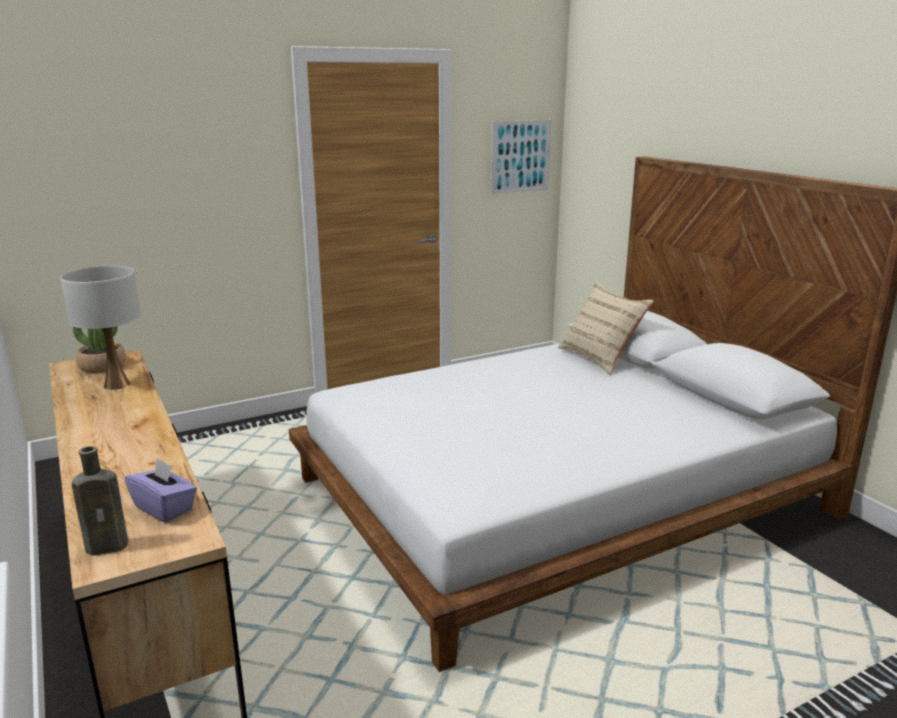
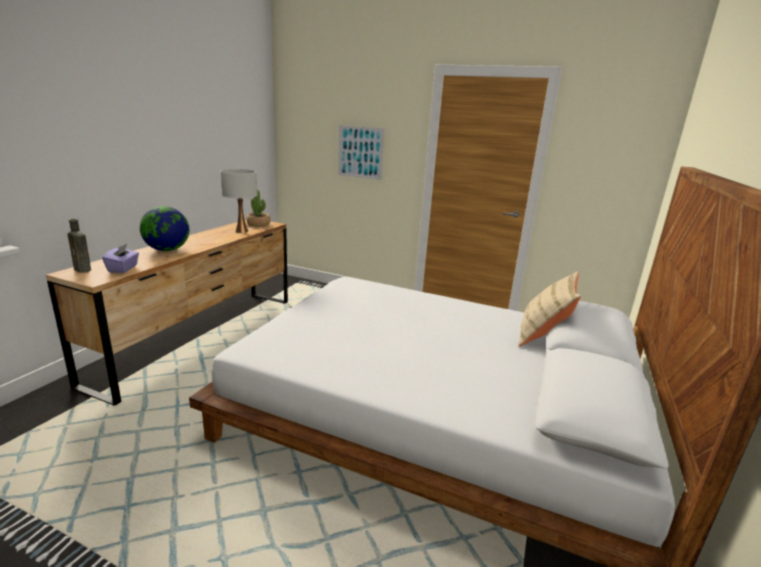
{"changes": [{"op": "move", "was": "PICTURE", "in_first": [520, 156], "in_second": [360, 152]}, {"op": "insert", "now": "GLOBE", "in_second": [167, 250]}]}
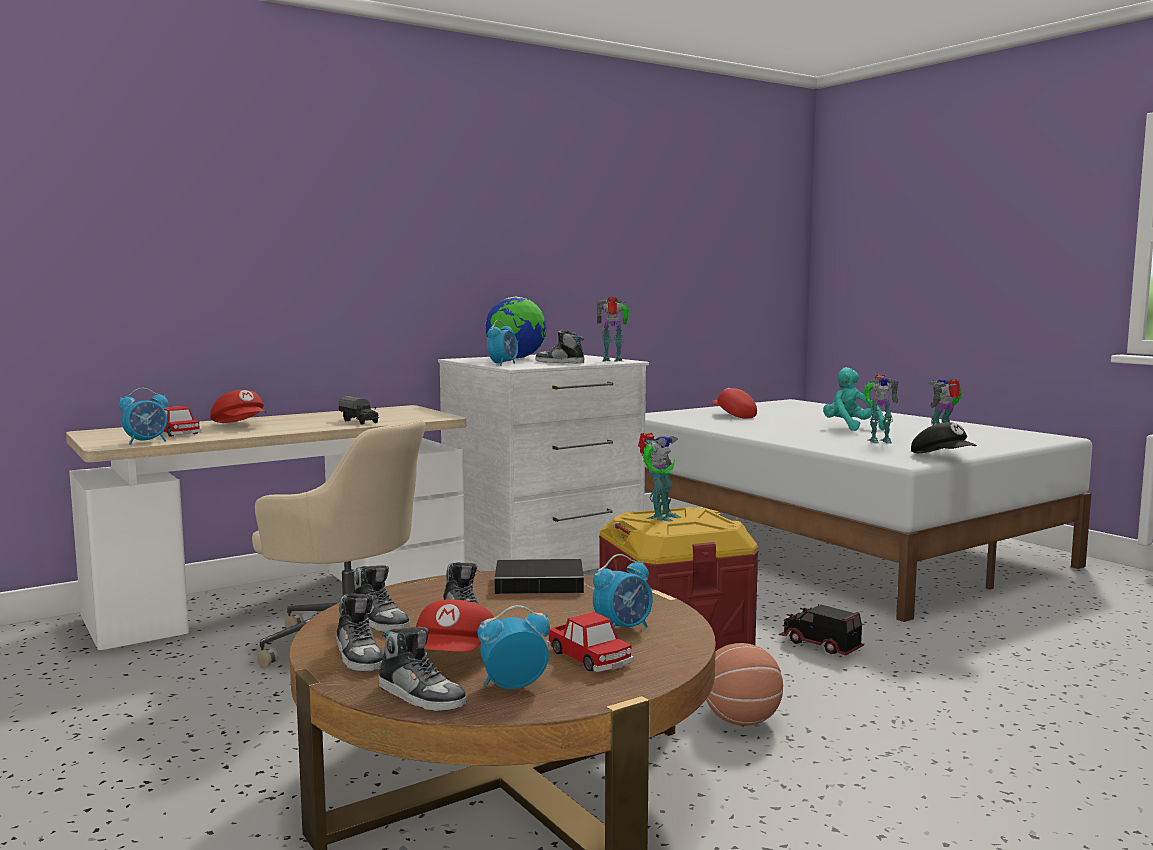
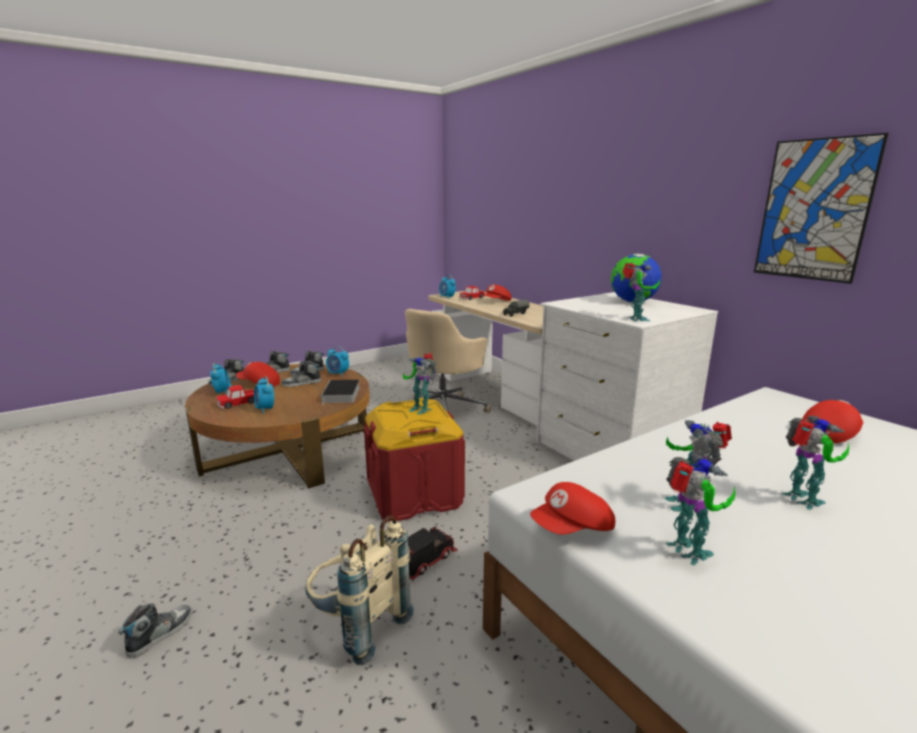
{"changes": [{"op": "move", "was": "ALARM CLOCK", "in_first": [503, 364], "in_second": [338, 374]}, {"op": "move", "was": "SHOE", "in_first": [559, 362], "in_second": [160, 634]}, {"op": "replace", "was": "TURQUOISE PLUSH TOY", "now": "TOY ROBOT", "in_first": [850, 428], "in_second": [802, 500]}, {"op": "recolor", "was": "BLACK CAP", "now": "RED CAP", "in_first": [943, 457], "in_second": [573, 529]}, {"op": "delete", "was": "BASKETBALL", "in_first": [741, 720]}, {"op": "insert", "now": "PICTURE", "in_second": [814, 210]}, {"op": "insert", "now": "BEIGE BACKPACK", "in_second": [357, 626]}]}
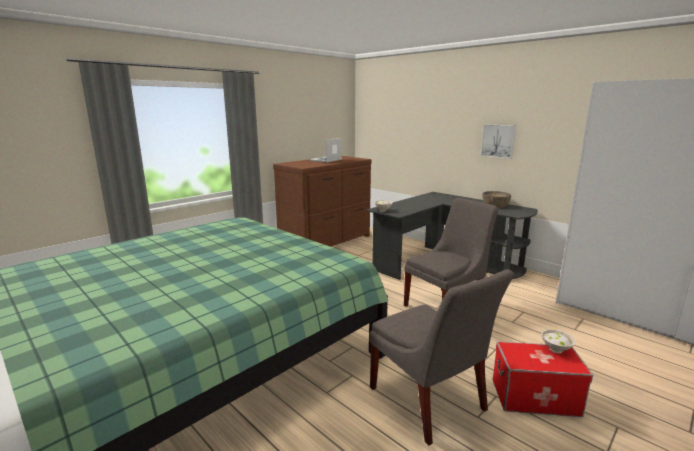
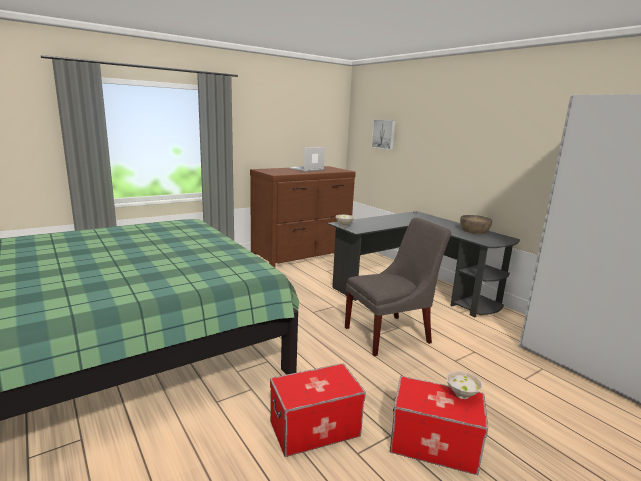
{"changes": [{"op": "move", "was": "PICTURE", "in_first": [498, 141], "in_second": [384, 134]}, {"op": "replace", "was": "GREY CHAIR", "now": "STORAGE BOX", "in_first": [429, 402], "in_second": [314, 429]}]}
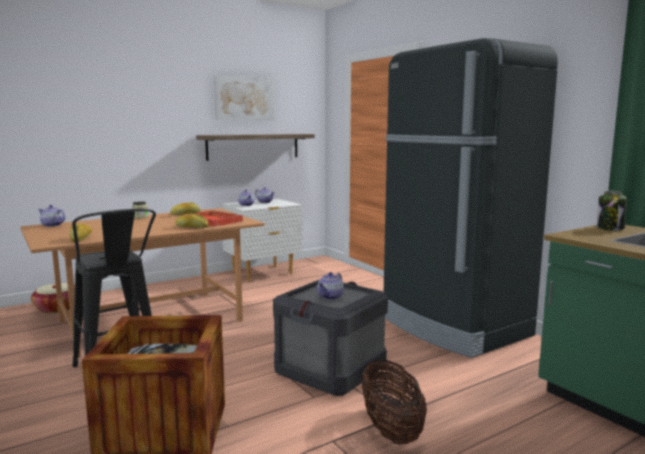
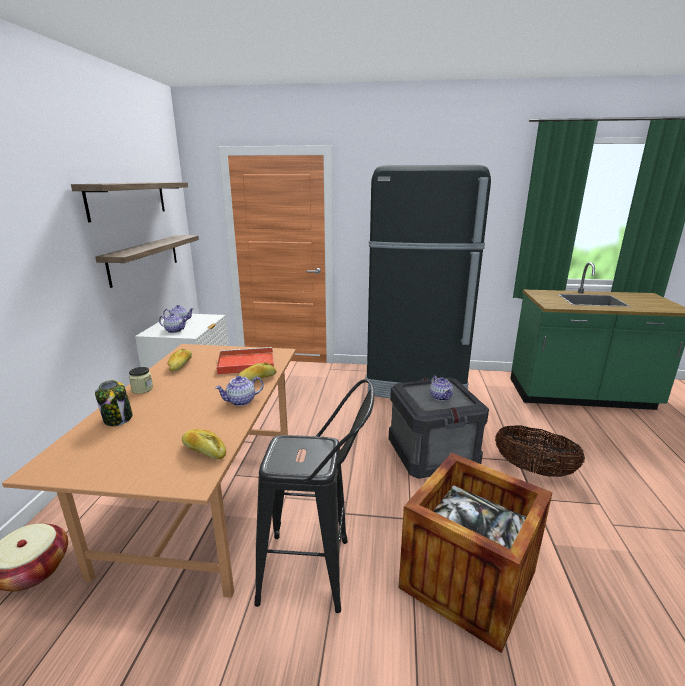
{"changes": [{"op": "replace", "was": "PICTURE", "now": "SHELF", "in_first": [244, 98], "in_second": [128, 199]}, {"op": "move", "was": "JAR", "in_first": [610, 228], "in_second": [118, 419]}, {"op": "move", "was": "TEAPOT", "in_first": [52, 225], "in_second": [241, 401]}]}
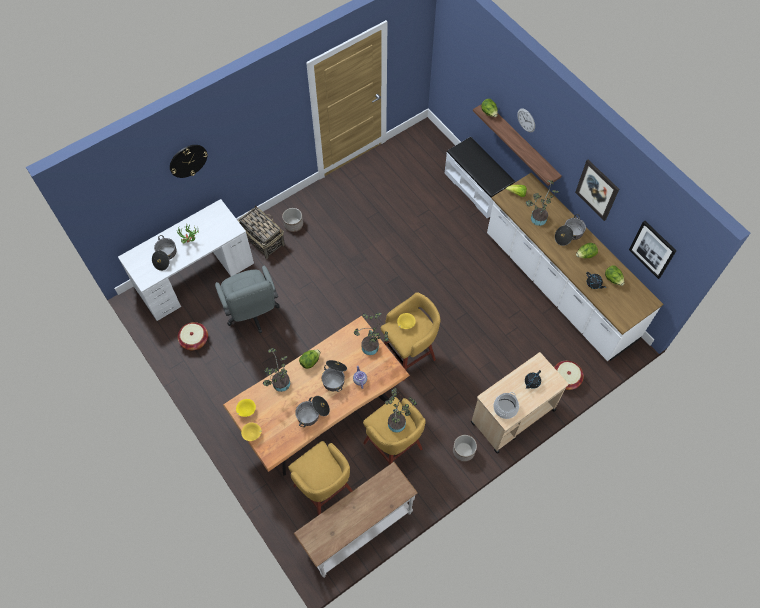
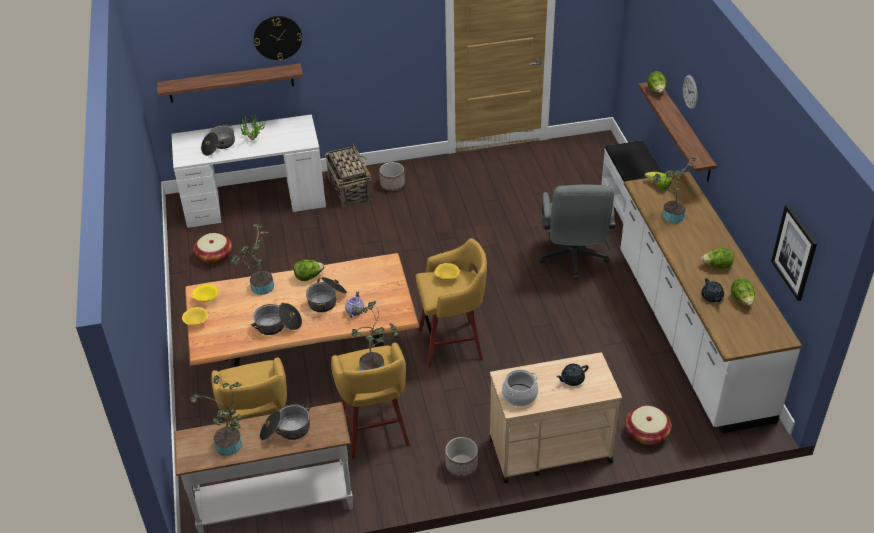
{"changes": [{"op": "delete", "was": "PICTURE", "in_first": [597, 190]}, {"op": "move", "was": "COOKING POT", "in_first": [569, 235], "in_second": [286, 430]}, {"op": "move", "was": "GREY OFFICE CHAIR", "in_first": [253, 314], "in_second": [573, 260]}, {"op": "move", "was": "POTTED PLANT", "in_first": [372, 348], "in_second": [231, 447]}, {"op": "insert", "now": "SHELF", "in_second": [231, 83]}]}
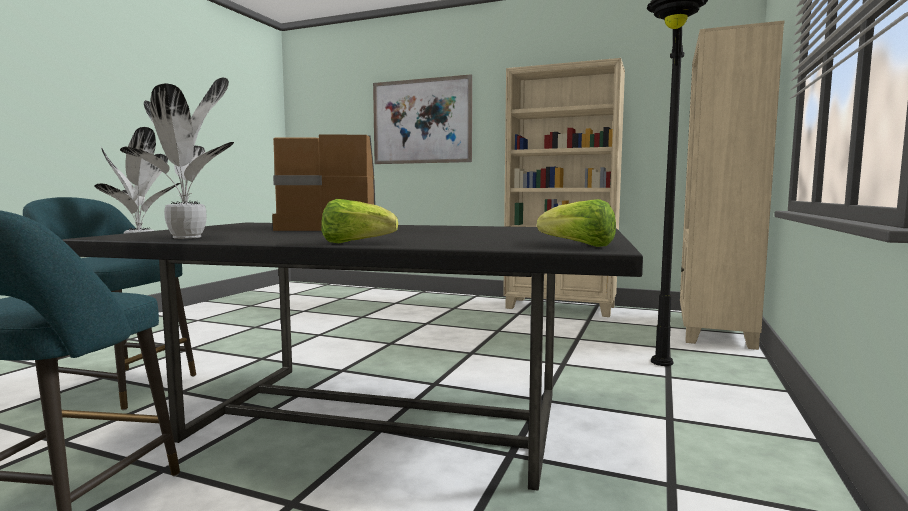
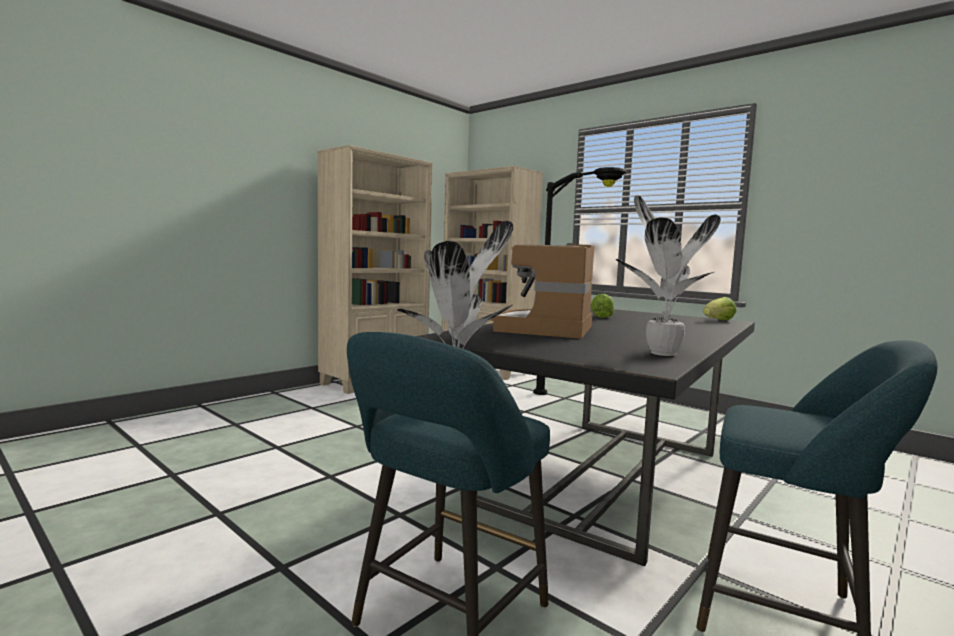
{"changes": [{"op": "delete", "was": "PICTURE", "in_first": [421, 121]}, {"op": "move", "was": "LETTUCE", "in_first": [355, 243], "in_second": [603, 316]}]}
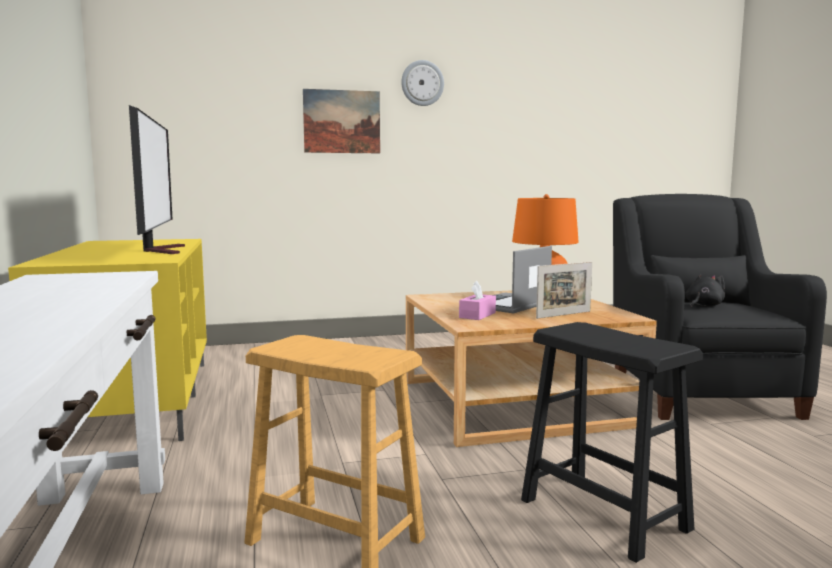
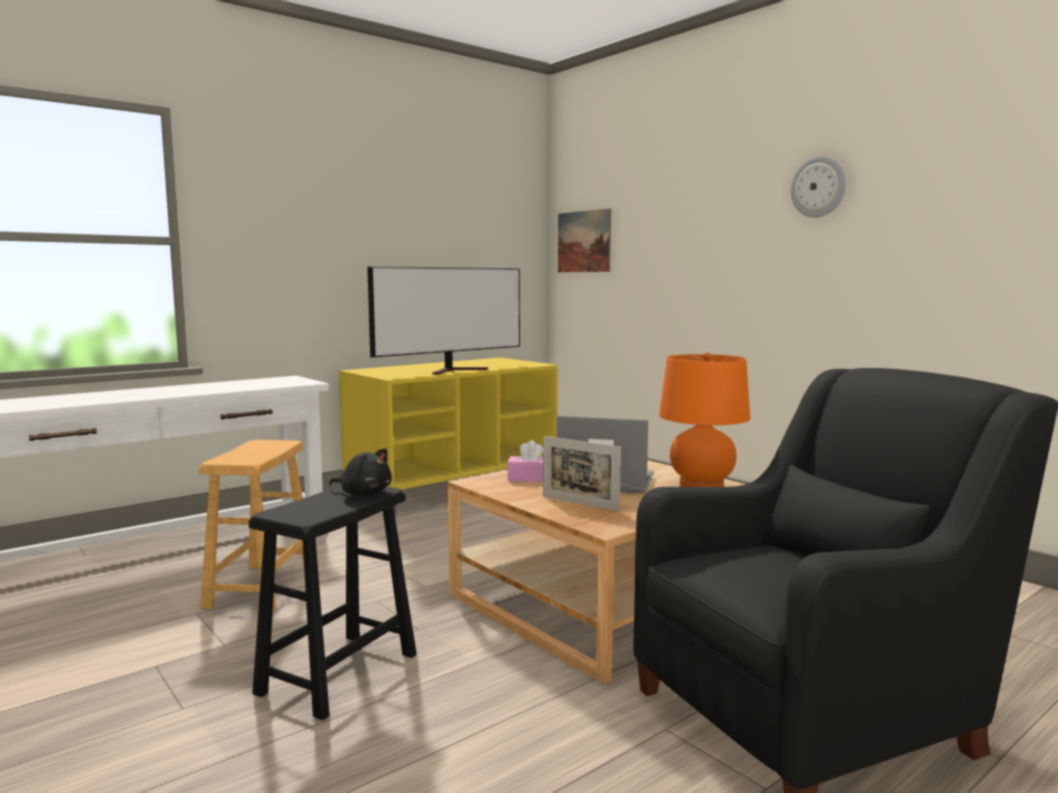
{"changes": [{"op": "move", "was": "PICTURE", "in_first": [342, 121], "in_second": [584, 241]}, {"op": "move", "was": "BLACK PLUSH TOY", "in_first": [703, 306], "in_second": [364, 493]}]}
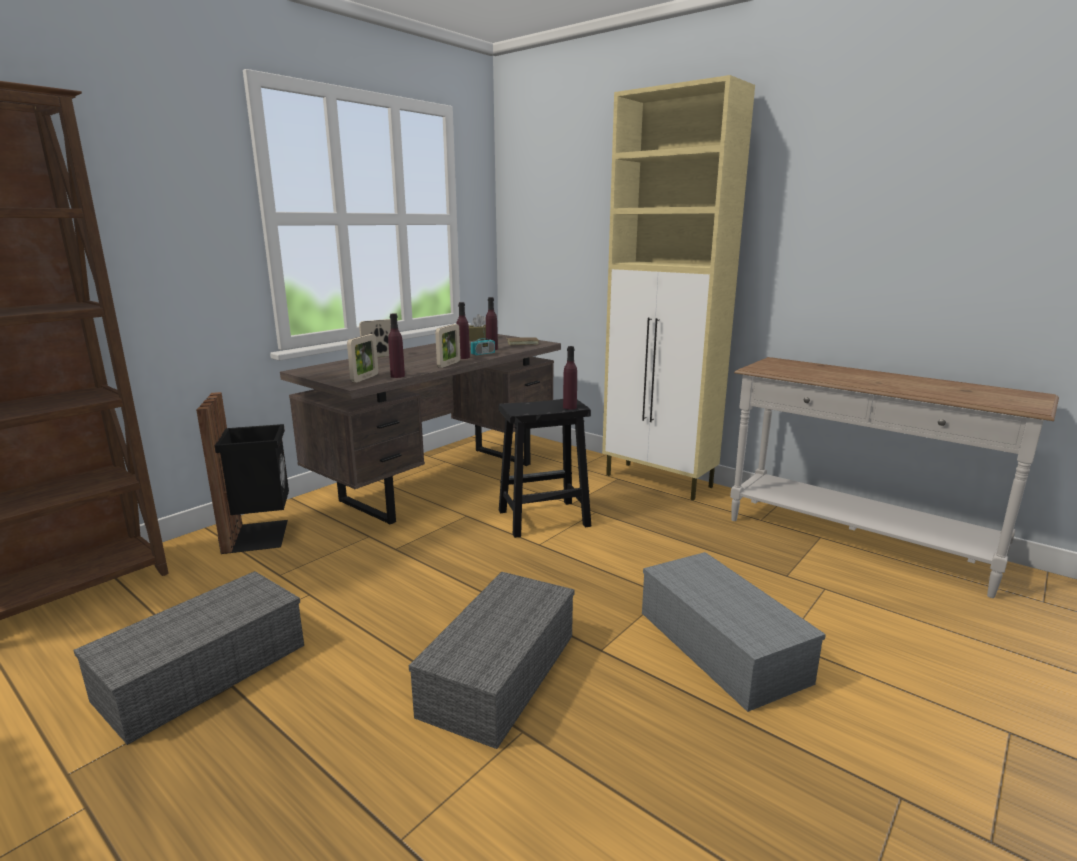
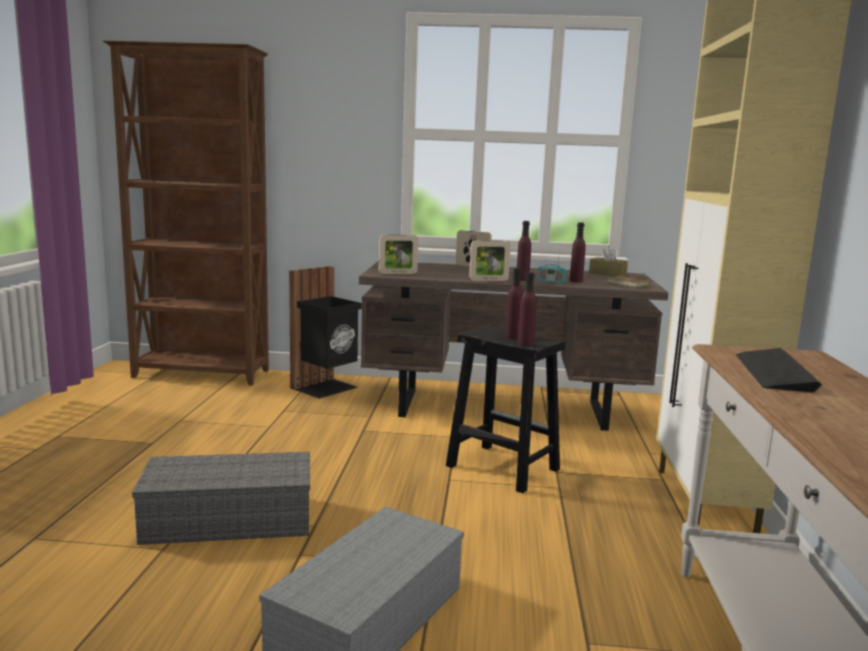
{"changes": [{"op": "move", "was": "PURPLE BOTTLE", "in_first": [397, 376], "in_second": [513, 336]}, {"op": "delete", "was": "GREY STORAGE BOX", "in_first": [205, 669]}, {"op": "insert", "now": "KEYBOARD", "in_second": [774, 372]}]}
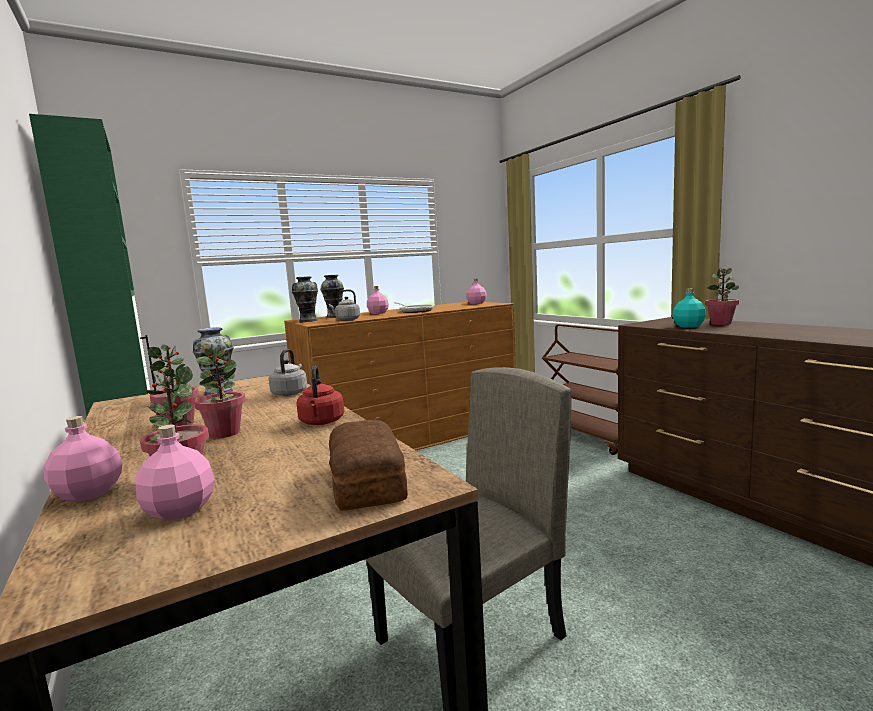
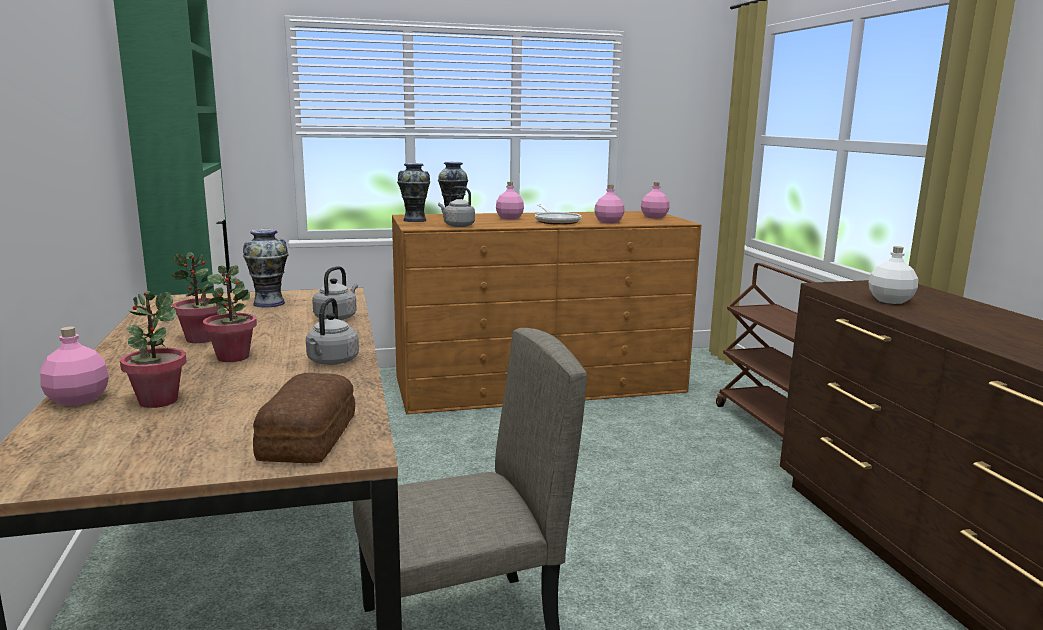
{"changes": [{"op": "delete", "was": "POTTED PLANT", "in_first": [721, 323]}, {"op": "recolor", "was": "TURQUOISE BOTTLE", "now": "WHITE BOTTLE", "in_first": [688, 326], "in_second": [890, 301]}, {"op": "recolor", "was": "RED KETTLE", "now": "GREY KETTLE", "in_first": [321, 422], "in_second": [331, 362]}, {"op": "move", "was": "PINK BOTTLE", "in_first": [181, 510], "in_second": [609, 222]}]}
